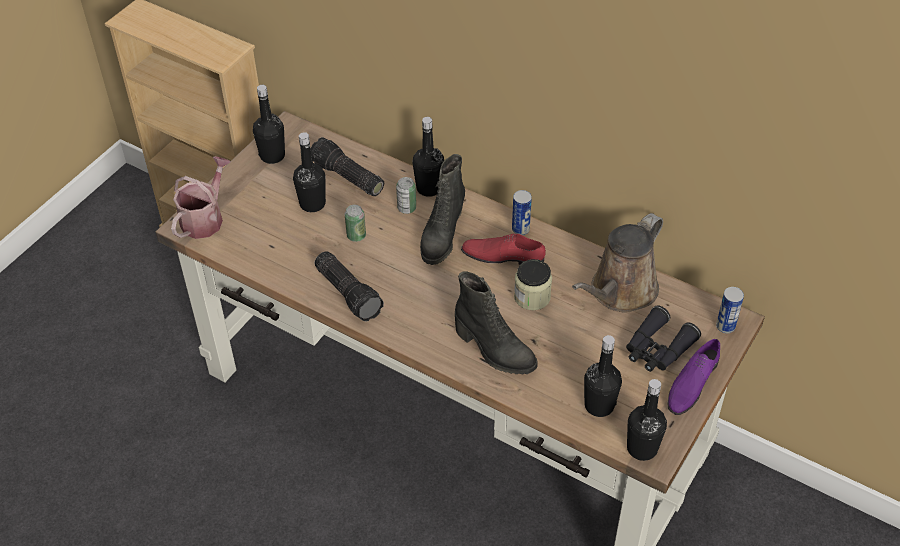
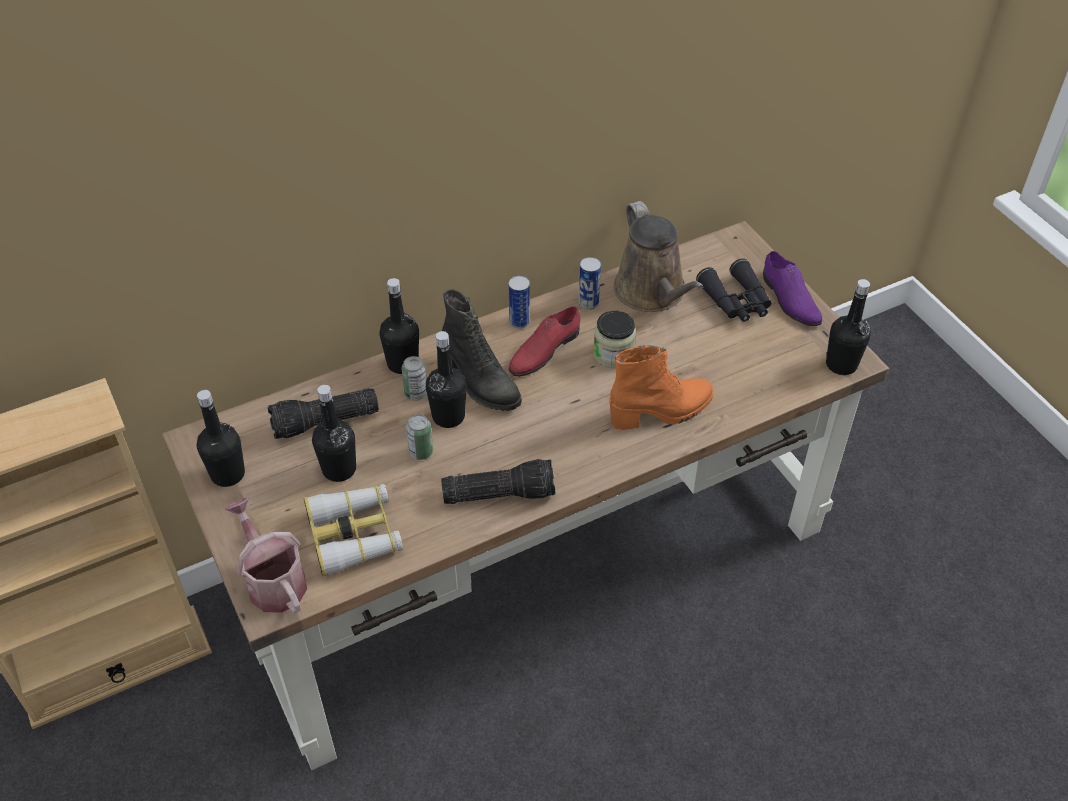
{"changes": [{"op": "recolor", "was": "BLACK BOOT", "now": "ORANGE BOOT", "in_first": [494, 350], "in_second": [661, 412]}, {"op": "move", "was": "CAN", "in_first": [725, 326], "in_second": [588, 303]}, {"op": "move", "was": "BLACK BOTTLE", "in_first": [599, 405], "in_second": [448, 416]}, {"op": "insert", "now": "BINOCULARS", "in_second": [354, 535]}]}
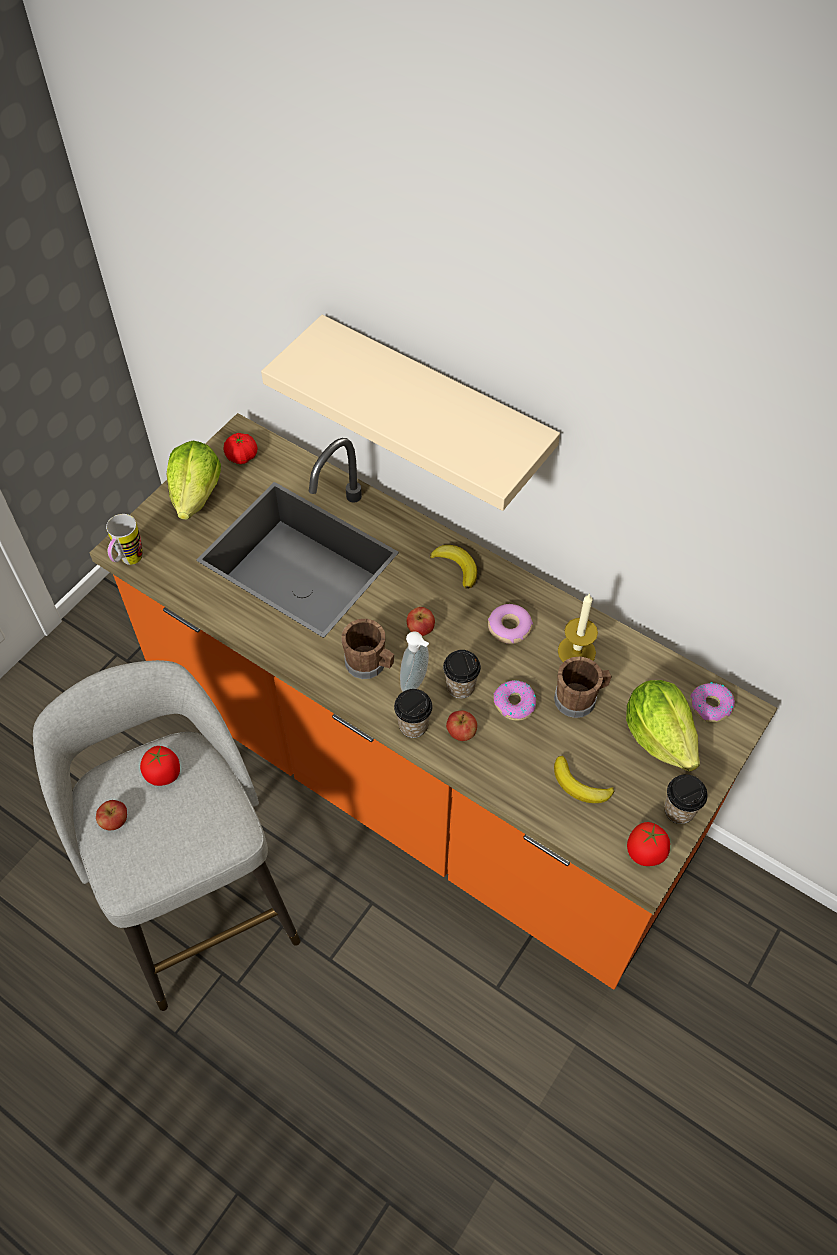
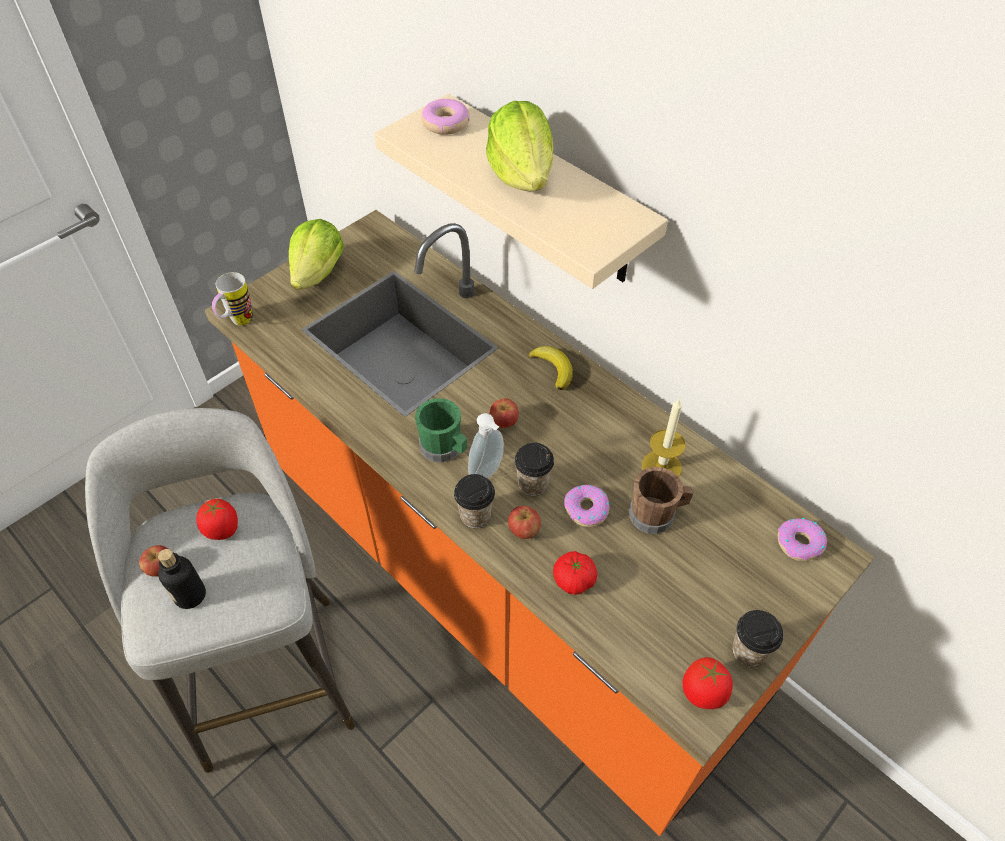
{"changes": [{"op": "move", "was": "TOMATO", "in_first": [242, 456], "in_second": [574, 580]}, {"op": "move", "was": "DONUT", "in_first": [509, 628], "in_second": [445, 123]}, {"op": "recolor", "was": "BROWN MUG", "now": "GREEN MUG", "in_first": [369, 664], "in_second": [444, 448]}, {"op": "move", "was": "LETTUCE", "in_first": [659, 736], "in_second": [522, 175]}, {"op": "delete", "was": "BANANA", "in_first": [580, 785]}, {"op": "insert", "now": "BOTTLE", "in_second": [190, 595]}]}
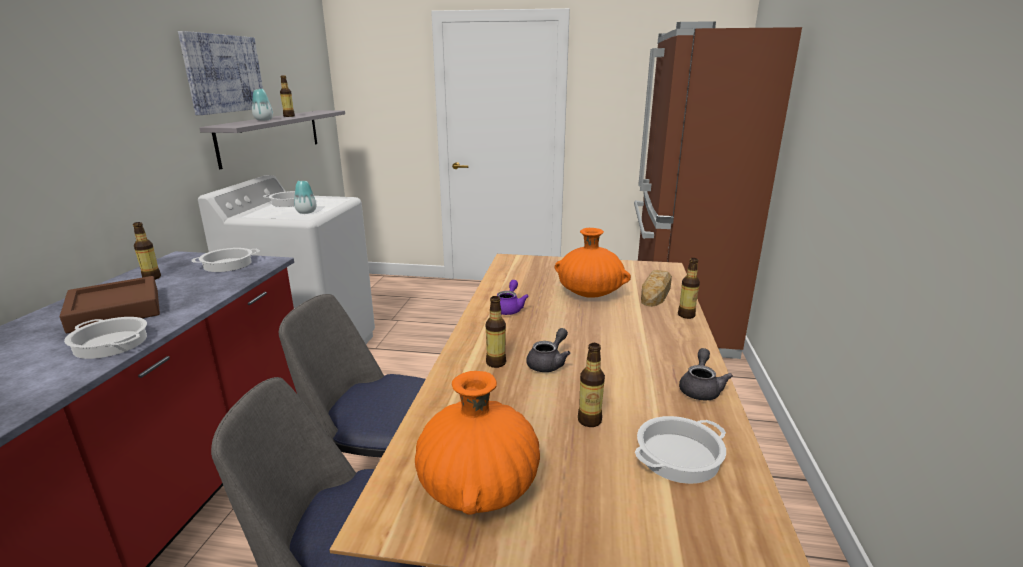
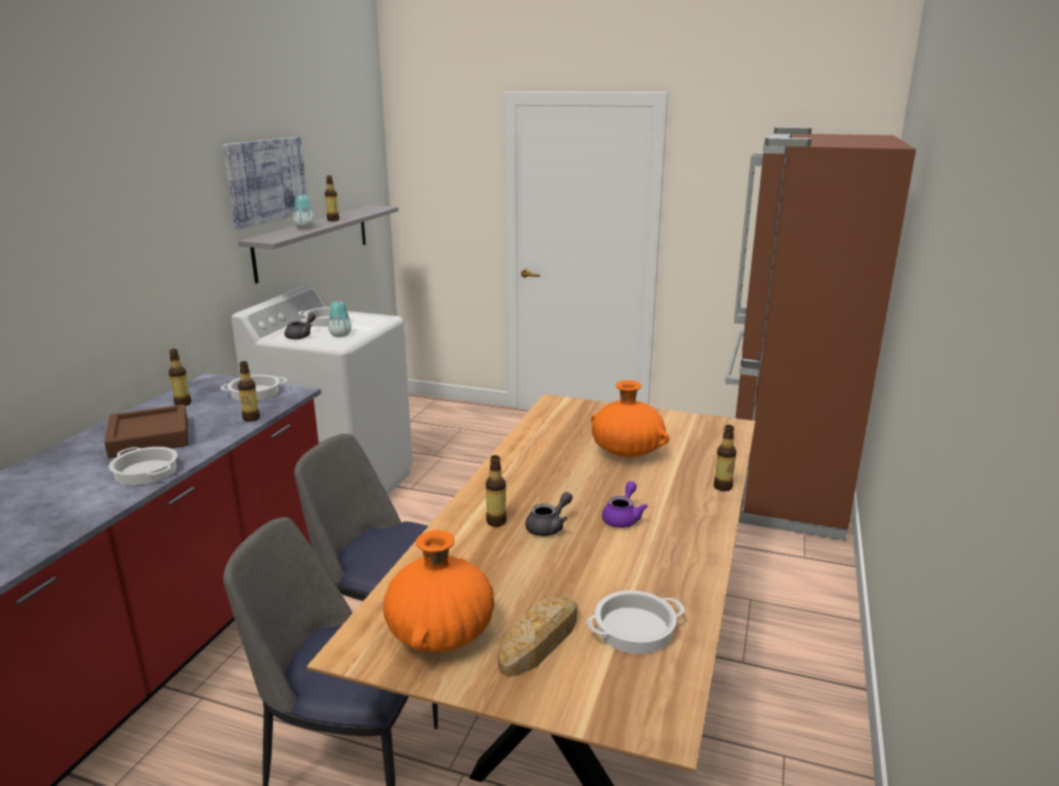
{"changes": [{"op": "move", "was": "BREAD", "in_first": [656, 293], "in_second": [540, 641]}, {"op": "move", "was": "PURPLE TEAPOT", "in_first": [509, 308], "in_second": [623, 518]}, {"op": "move", "was": "BOTTLE", "in_first": [589, 420], "in_second": [251, 418]}, {"op": "move", "was": "GREY TEAPOT", "in_first": [700, 388], "in_second": [301, 336]}]}
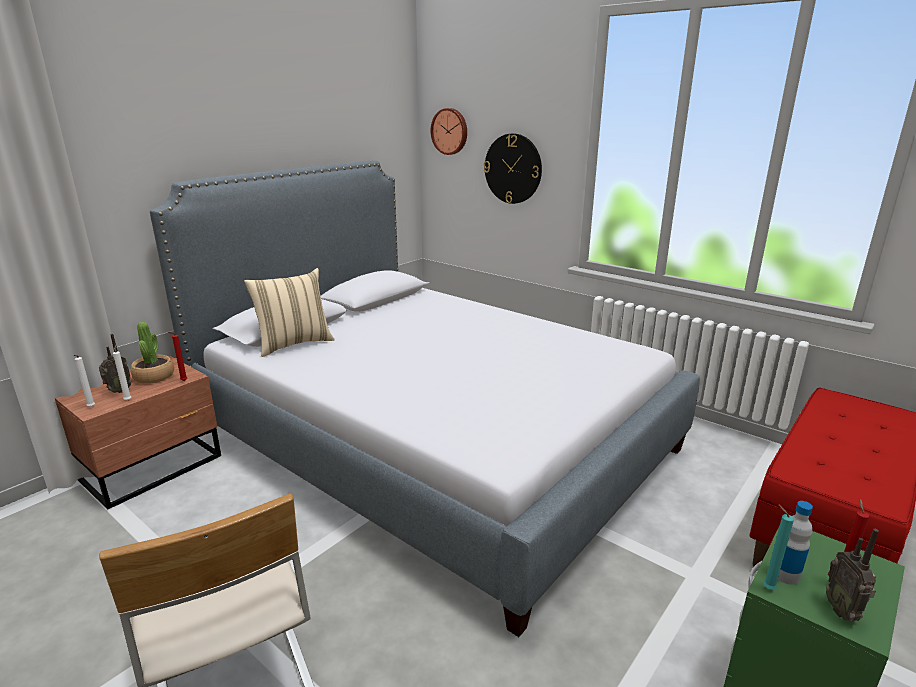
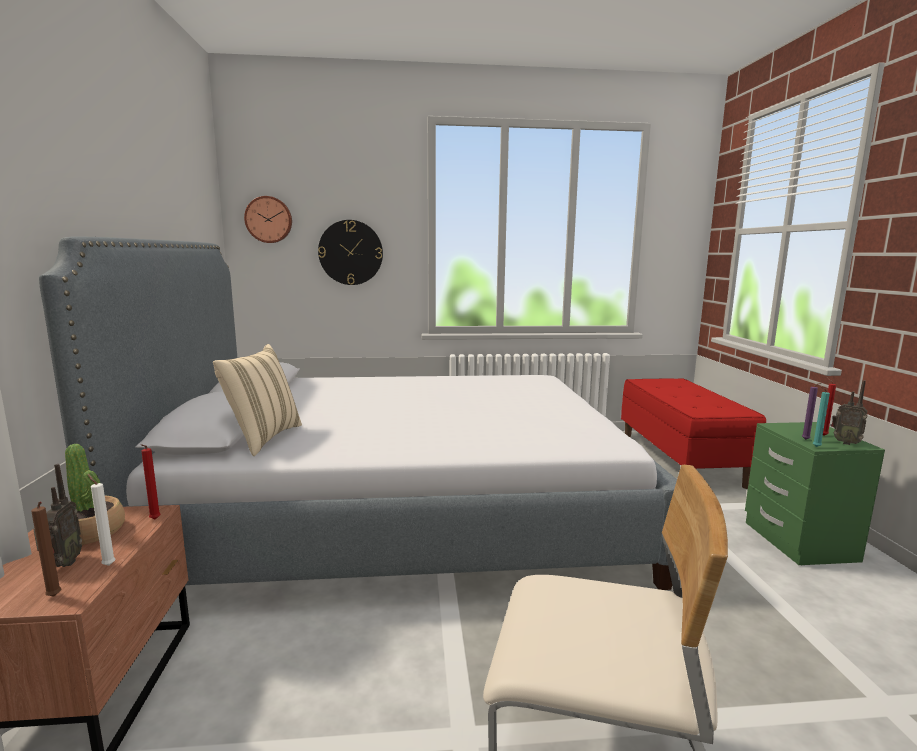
{"changes": [{"op": "recolor", "was": "WHITE CANDLE", "now": "BROWN CANDLE", "in_first": [90, 407], "in_second": [54, 597]}, {"op": "replace", "was": "BOTTLE", "now": "PURPLE CANDLE", "in_first": [785, 574], "in_second": [807, 440]}]}
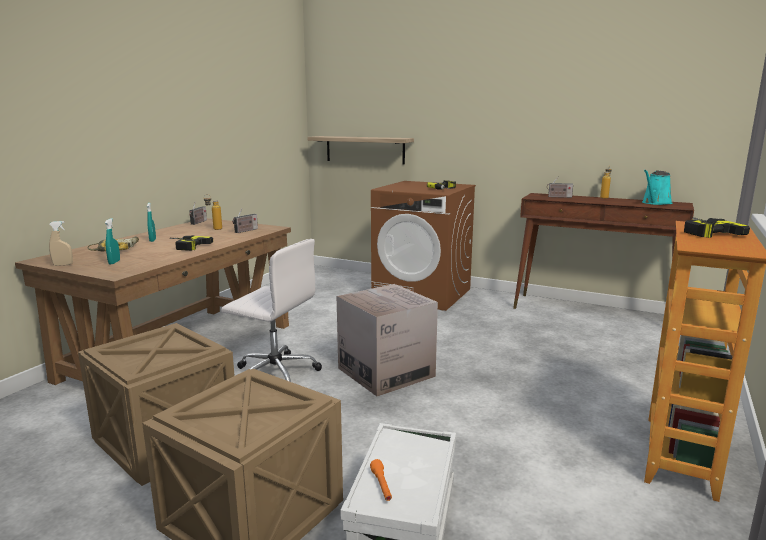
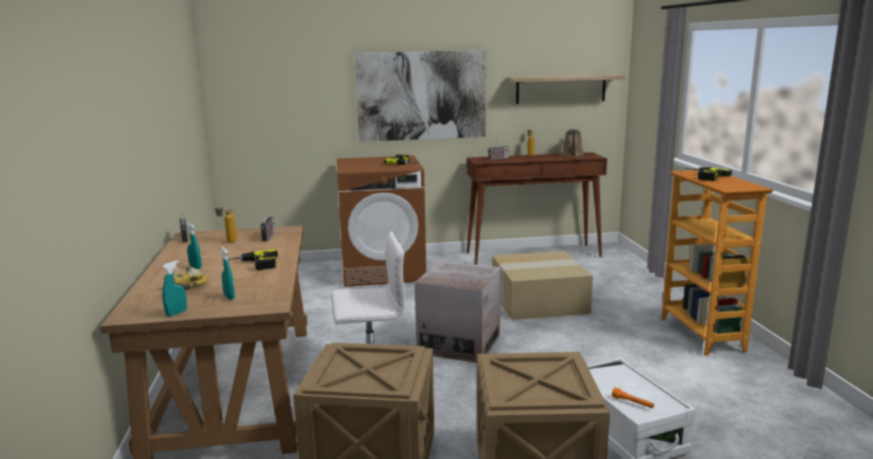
{"changes": [{"op": "move", "was": "SHELF", "in_first": [364, 149], "in_second": [561, 89]}, {"op": "recolor", "was": "TURQUOISE WATERING CAN", "now": "BROWN WATERING CAN", "in_first": [655, 203], "in_second": [572, 155]}, {"op": "recolor", "was": "BEIGE SPRAY BOTTLE", "now": "TURQUOISE SPRAY BOTTLE", "in_first": [63, 265], "in_second": [176, 313]}, {"op": "insert", "now": "PICTURE", "in_second": [421, 95]}, {"op": "insert", "now": "CARDBOARD BOX", "in_second": [539, 300]}]}
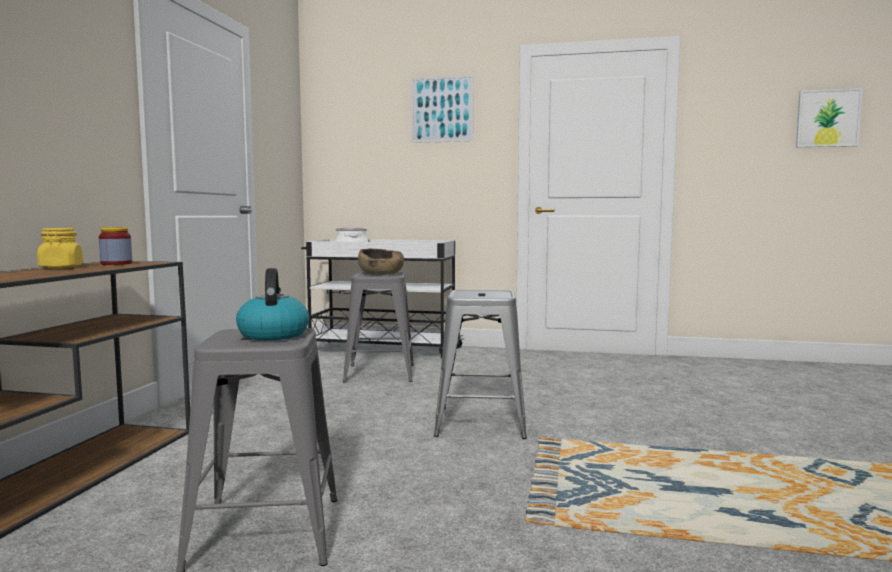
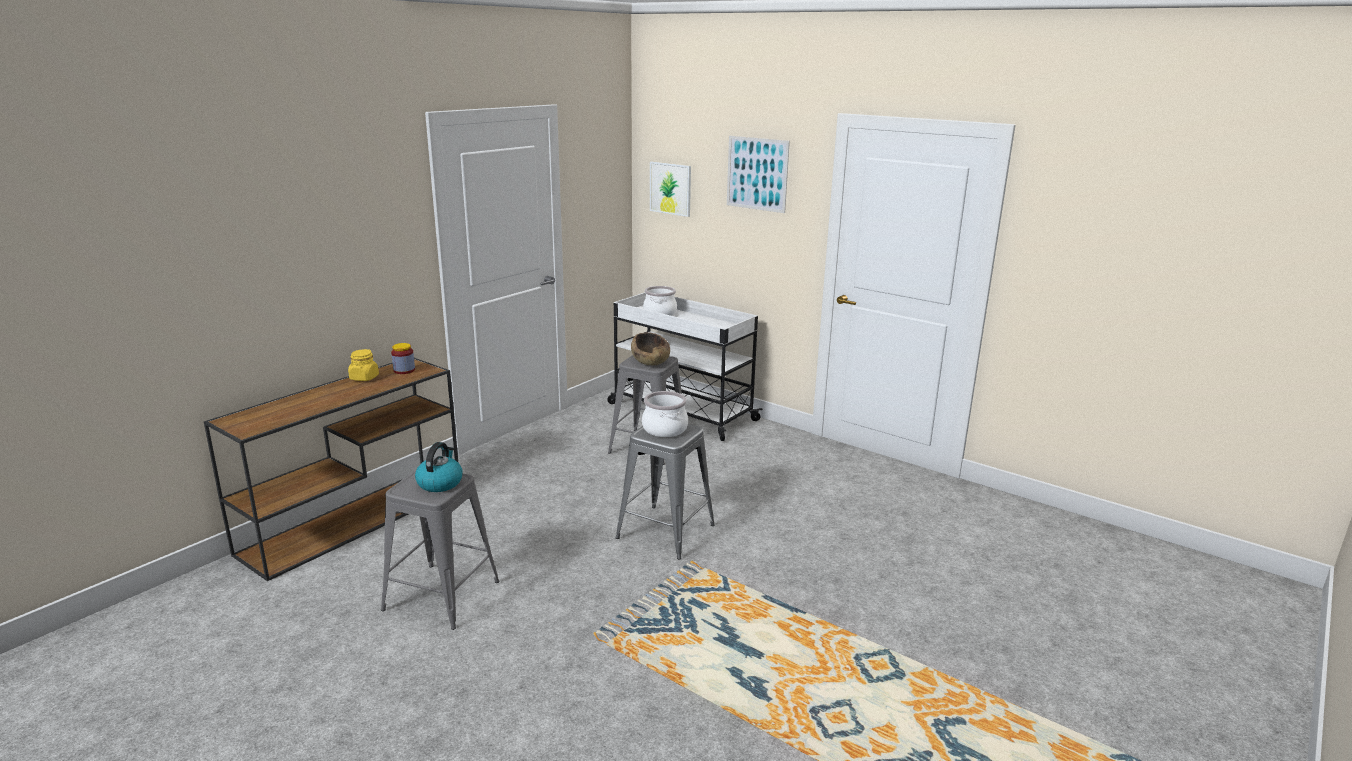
{"changes": [{"op": "move", "was": "PICTURE", "in_first": [828, 118], "in_second": [670, 188]}, {"op": "insert", "now": "COOKING POT", "in_second": [664, 429]}]}
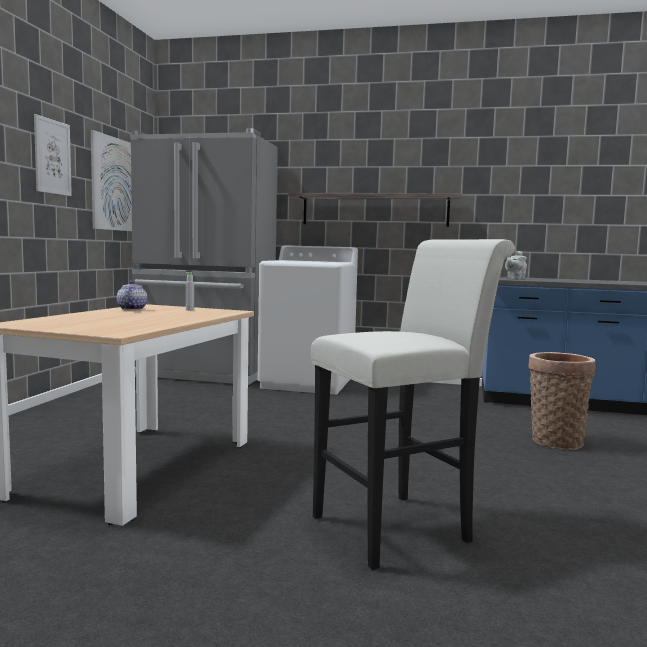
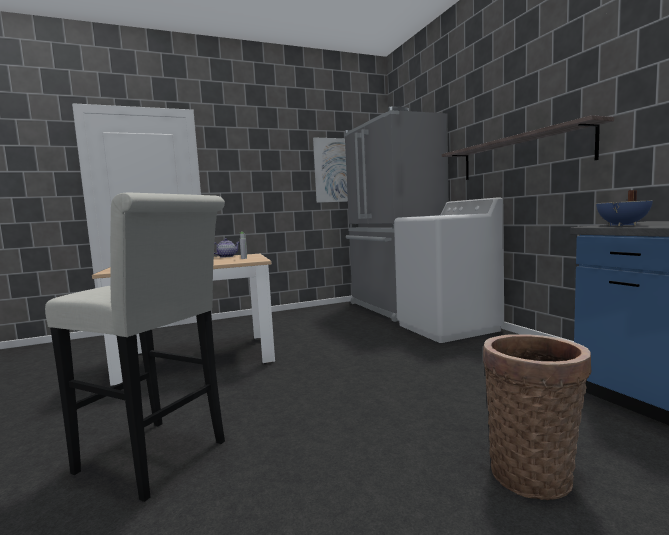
{"changes": [{"op": "delete", "was": "PICTURE", "in_first": [52, 157]}, {"op": "replace", "was": "GREY TEAPOT", "now": "BLUE COOKING POT", "in_first": [515, 279], "in_second": [623, 225]}]}
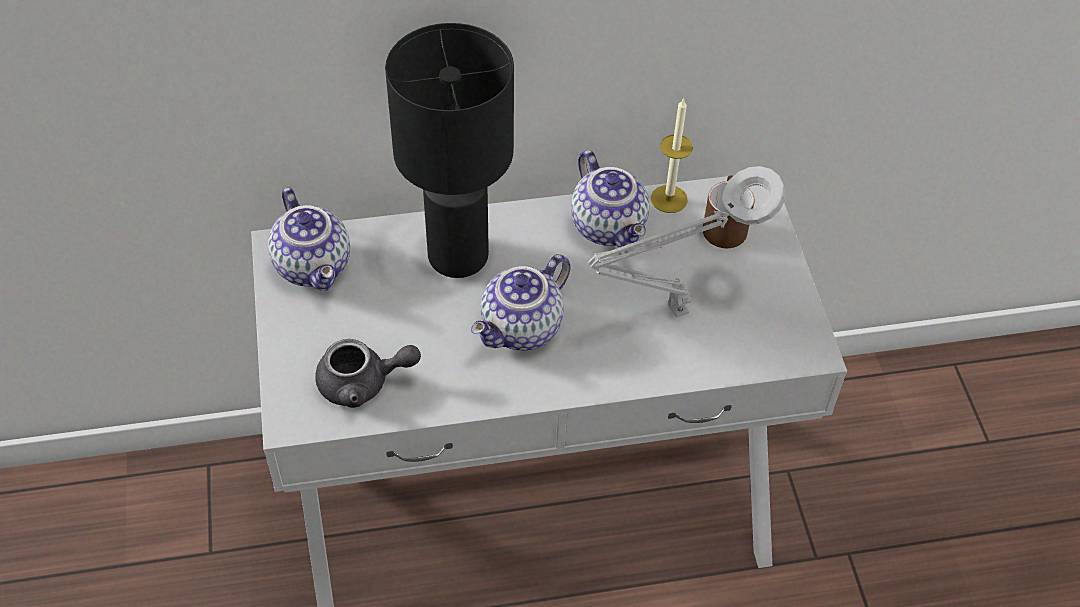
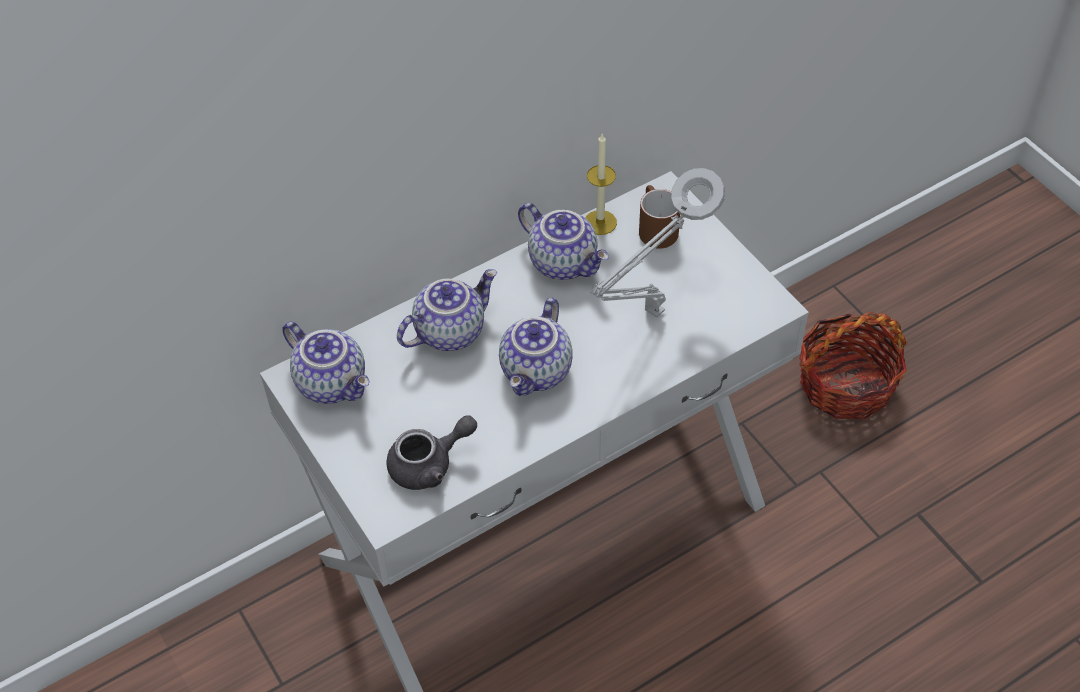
{"changes": [{"op": "replace", "was": "BLACK TABLE LAMP", "now": "TEAPOT", "in_first": [456, 255], "in_second": [449, 330]}, {"op": "insert", "now": "BASKET", "in_second": [845, 385]}]}
